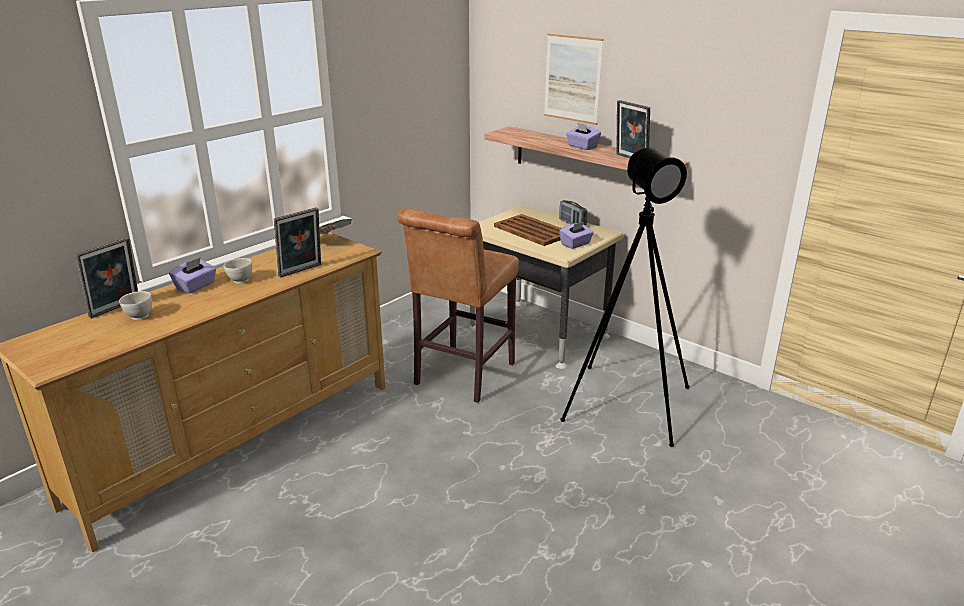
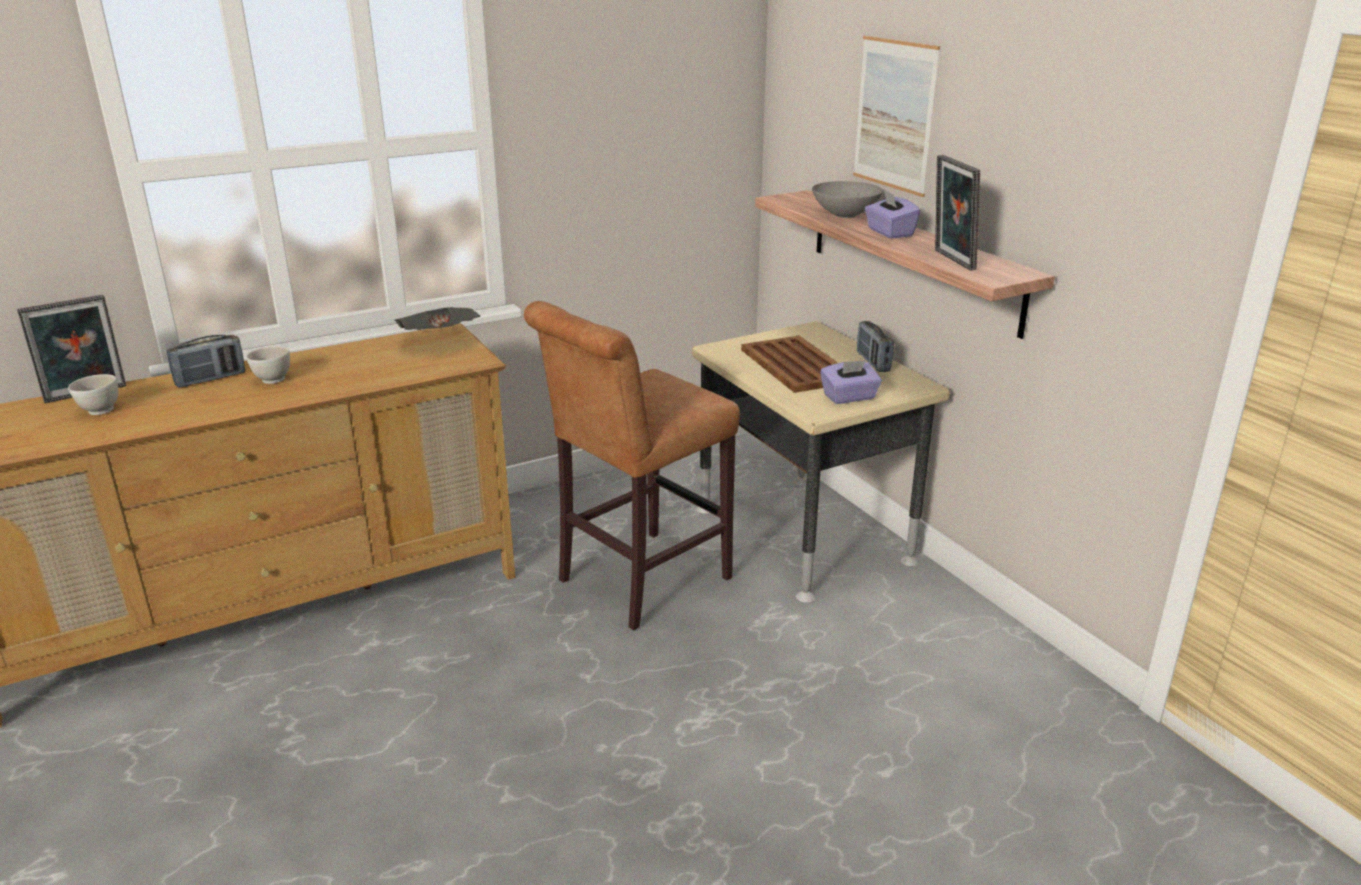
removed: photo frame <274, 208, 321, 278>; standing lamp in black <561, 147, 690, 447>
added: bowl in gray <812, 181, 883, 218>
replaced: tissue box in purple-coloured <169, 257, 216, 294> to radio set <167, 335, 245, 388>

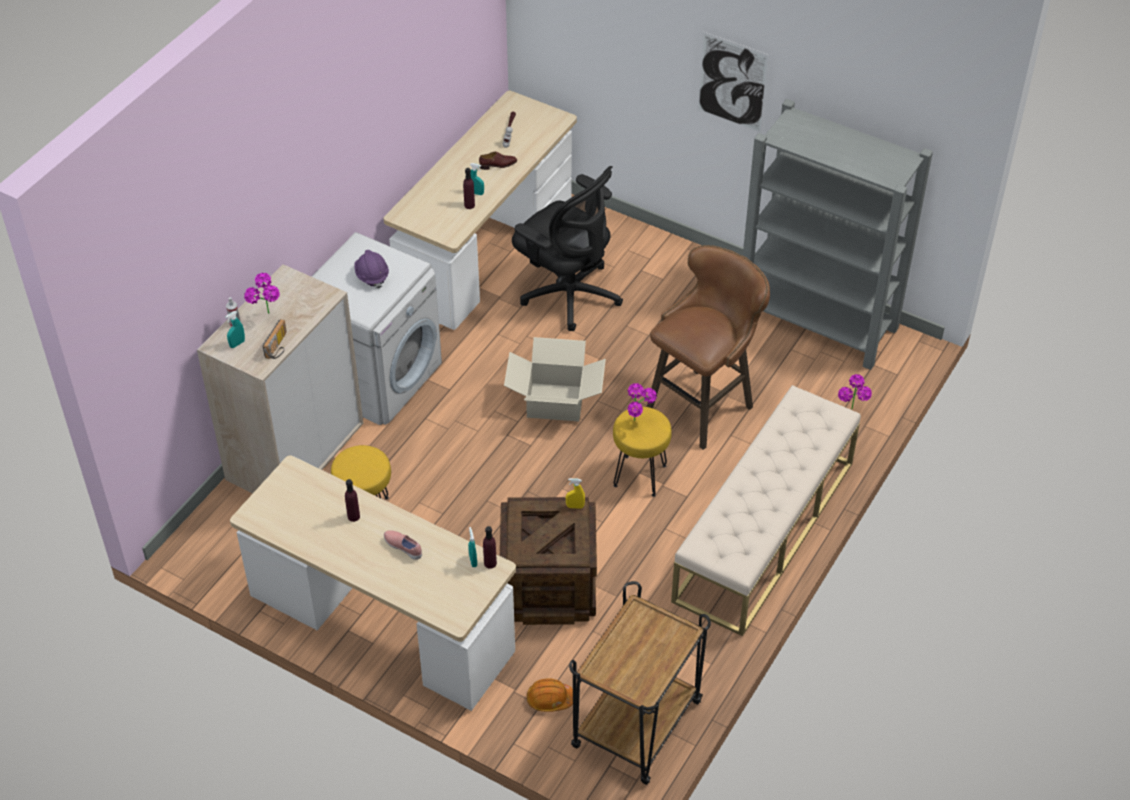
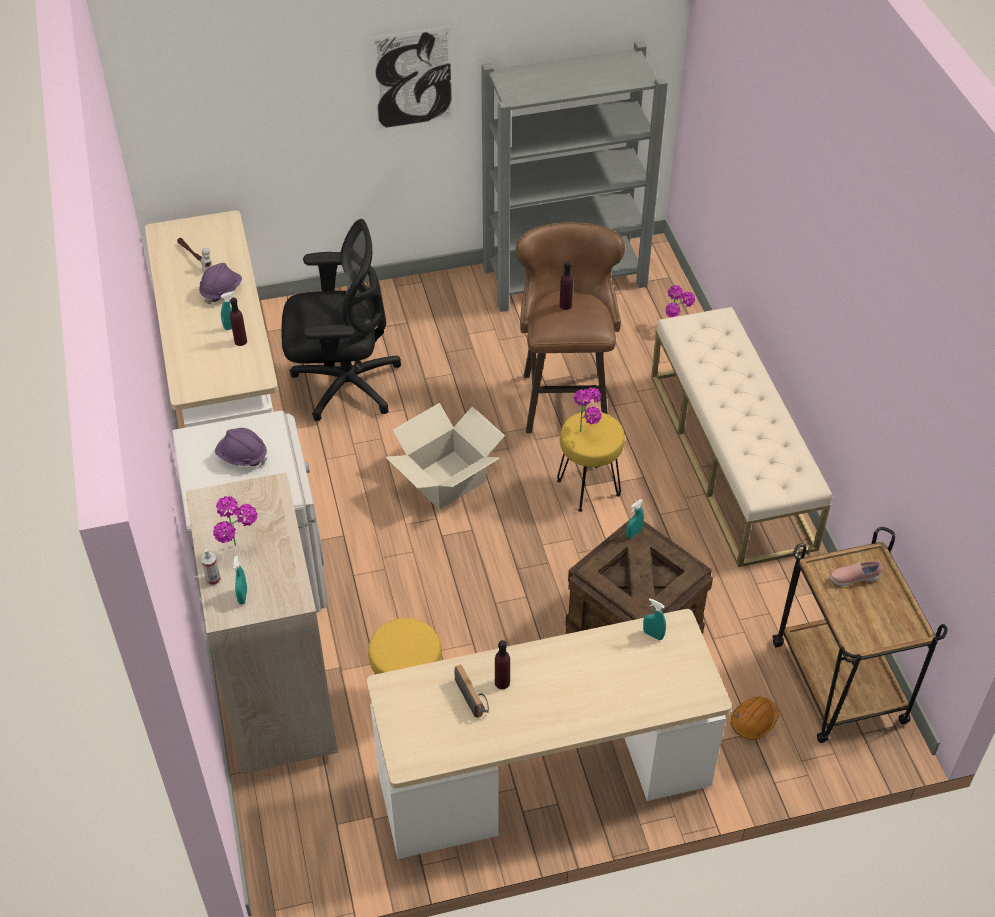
moved: radio set <262, 319, 287, 359> to <454, 665, 489, 718>; shoe in pinkish <384, 530, 422, 560> to <829, 561, 883, 586>; bottle in purple-coloured <483, 526, 497, 569> to <560, 261, 573, 310>
replaced: shoe in brown <479, 152, 517, 170> to safety helmet in purple-coloured <199, 263, 242, 304>
recoloured: spray bottle in yellow <566, 478, 585, 509> to spray bottle in turquoise <626, 499, 644, 539>

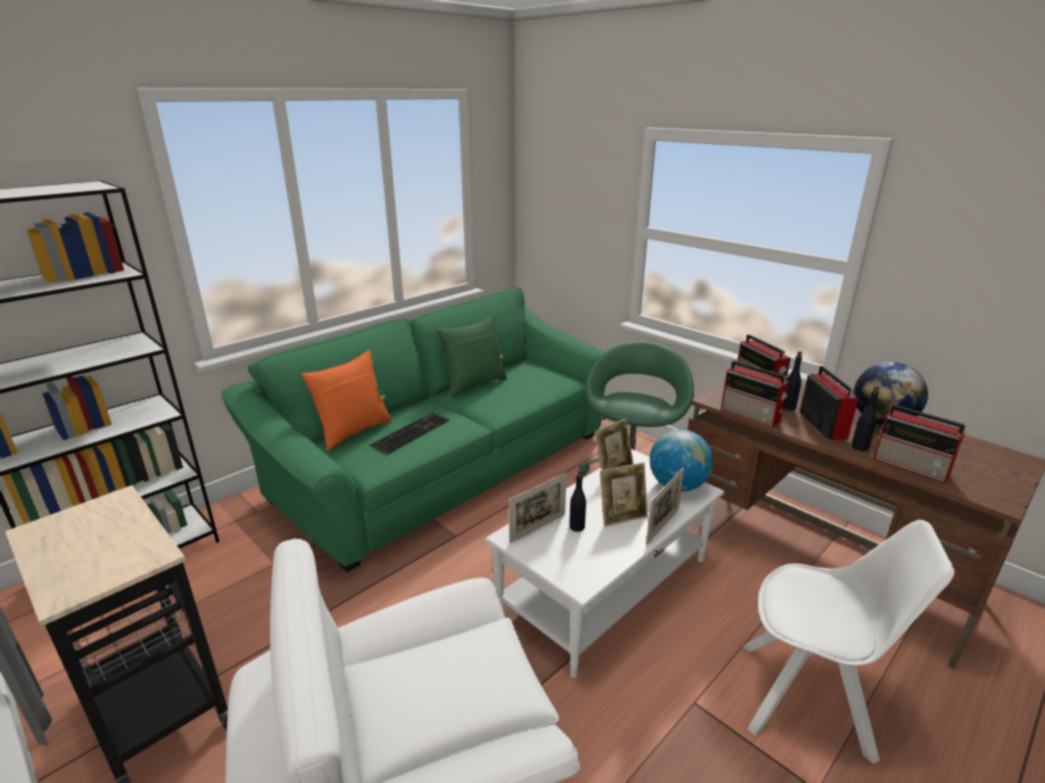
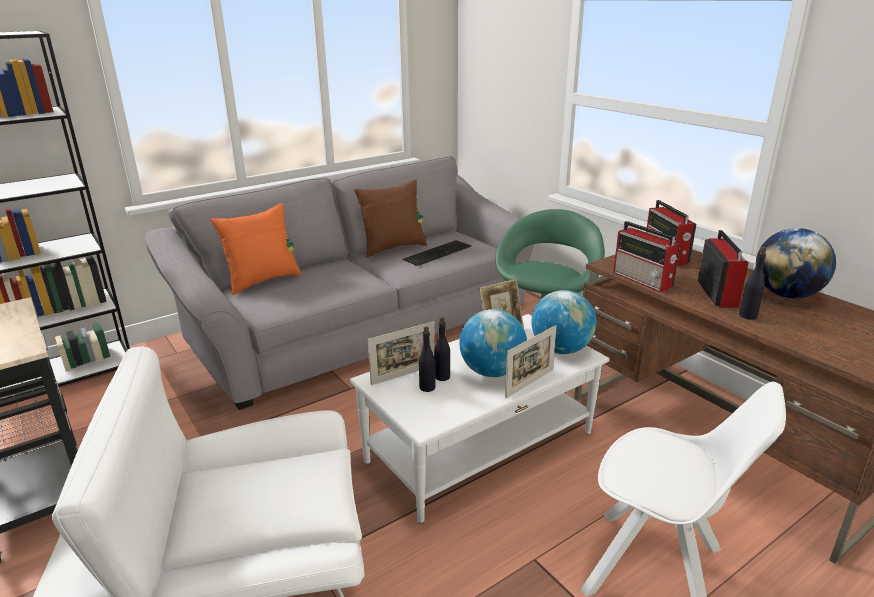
removed: radio set <873, 404, 967, 483>
moved: PC keyboard <370, 412, 449, 454> to <403, 240, 471, 266>; bottle in black <783, 351, 802, 411> to <419, 326, 436, 392>
replaced: photo frame <600, 462, 648, 527> to globe <459, 309, 527, 377>
recoloured: sofa in green-coloured <222, 288, 605, 572> to sofa in gray <145, 156, 534, 410>; pillow in green-coloured <437, 315, 507, 397> to pillow in brown <354, 179, 427, 257>

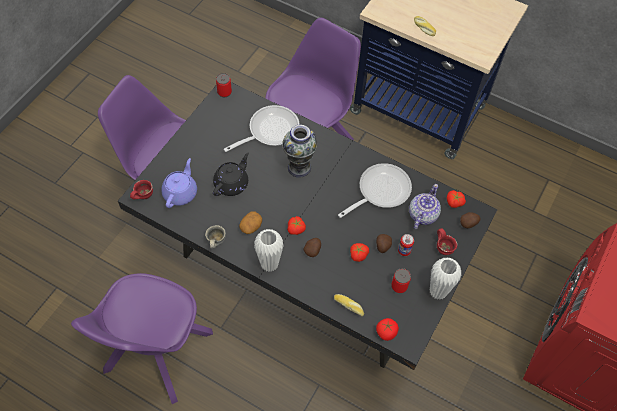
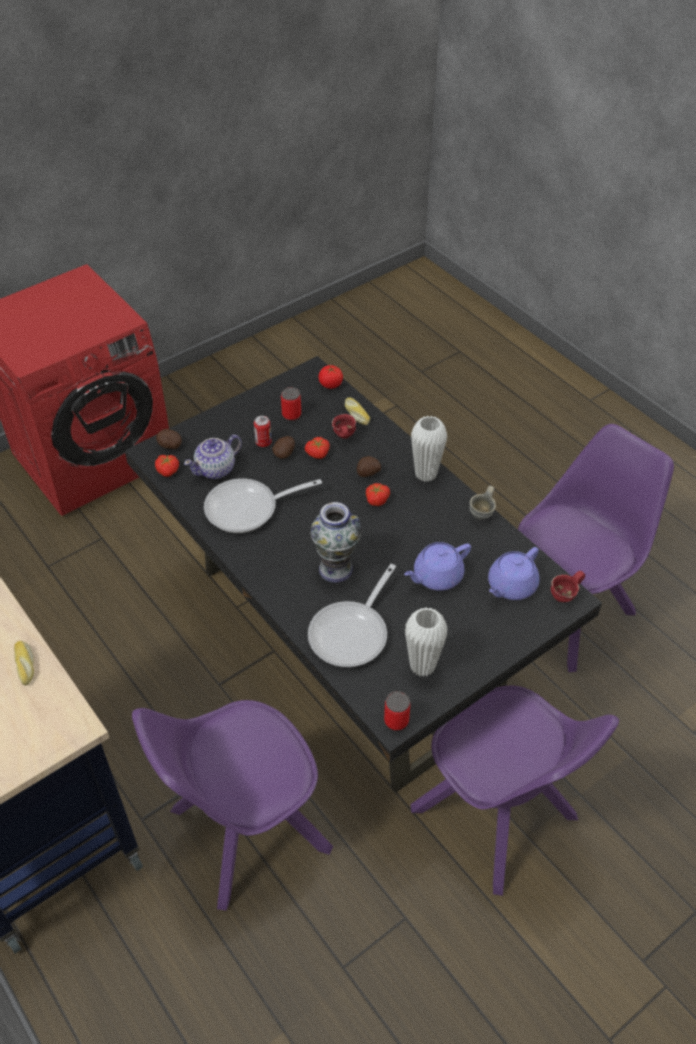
removed: whole potato <239, 211, 262, 234>
moved: flower vase in whitish <430, 258, 461, 300> to <405, 607, 448, 677>; coffee mug in red <437, 228, 457, 255> to <332, 414, 356, 439>
recoloured: tea pot in black <213, 153, 249, 196> to tea pot in purple-coloured <404, 542, 471, 591>
turned: frying pan <224, 105, 300, 152> = <308, 564, 396, 667> 45 degrees counterclockwise

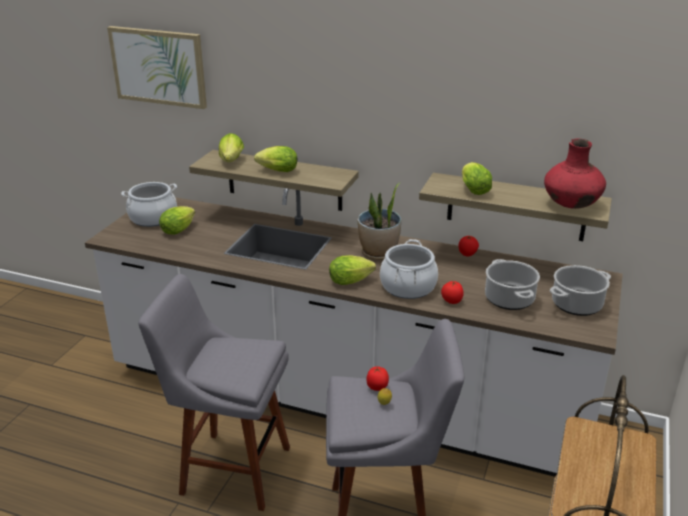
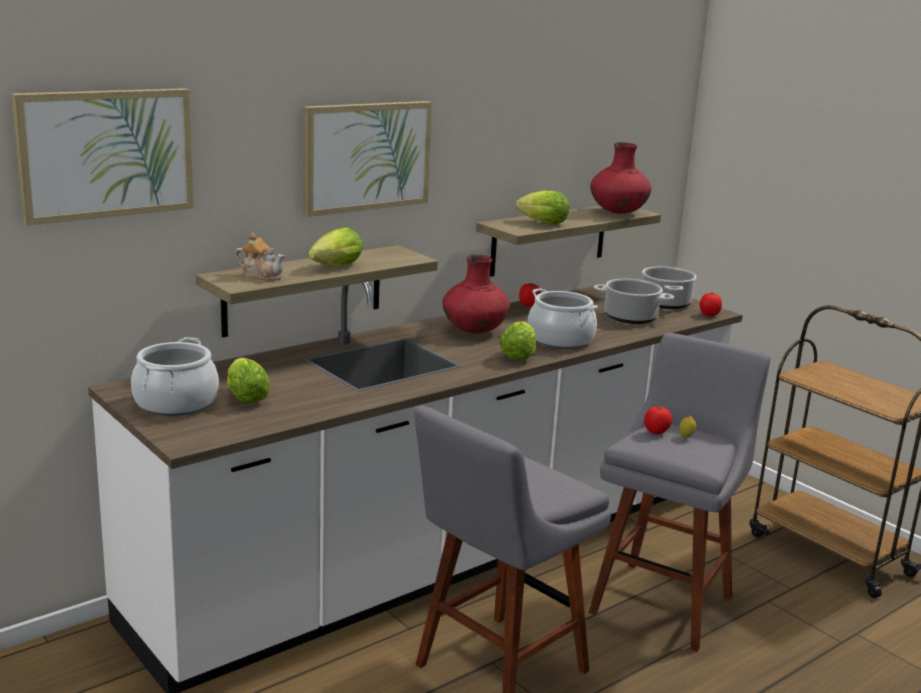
added: wall picture <303, 101, 432, 217>
moved: whole tomato <441, 281, 464, 304> to <700, 292, 722, 316>
replaced: lettuce head <219, 133, 244, 162> to tea pot <235, 233, 285, 281>; potted plant <357, 182, 401, 260> to flower vase in red <442, 254, 510, 333>

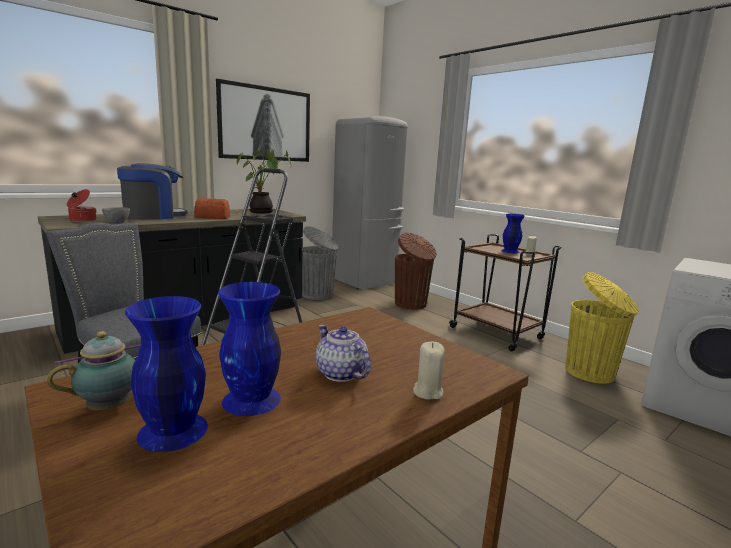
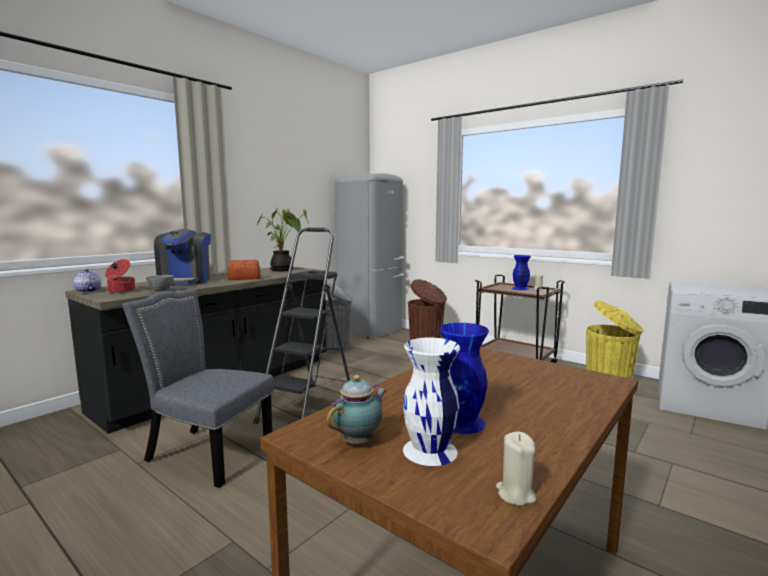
removed: wall picture <216, 79, 310, 162>
moved: tea pot <316, 325, 371, 382> to <73, 269, 101, 293>; wax light in beige <413, 342, 445, 400> to <496, 432, 536, 506>
recoloured: flower vase in bluish <125, 296, 208, 452> to flower vase in whitish <403, 338, 460, 466>
turned: coffee brewer <117, 163, 188, 219> = <154, 229, 211, 285> 135 degrees clockwise

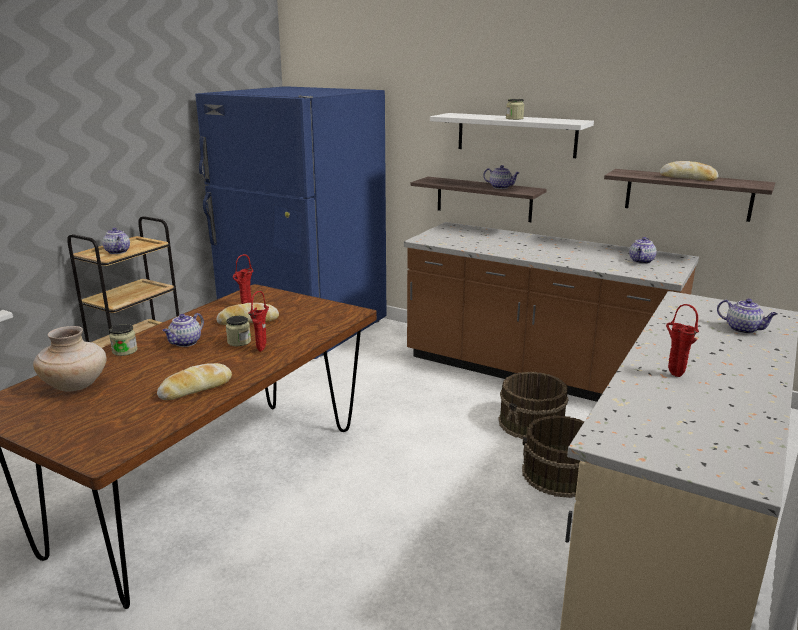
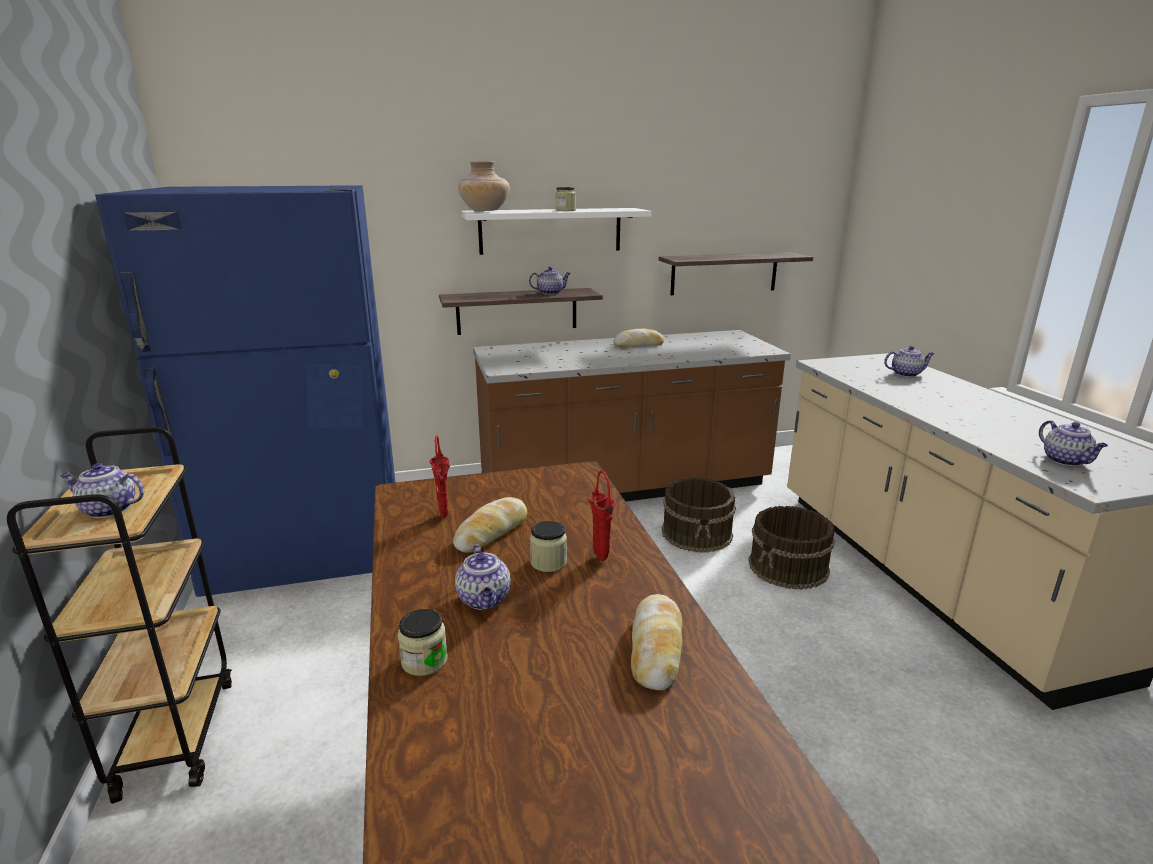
removed: flower vase in red <666, 304, 699, 377>
moved: flower vase in beige <33, 326, 106, 391> to <458, 161, 510, 211>; tea pot <629, 237, 657, 264> to <1039, 420, 1108, 466>; baked bread <660, 161, 719, 181> to <613, 328, 664, 347>

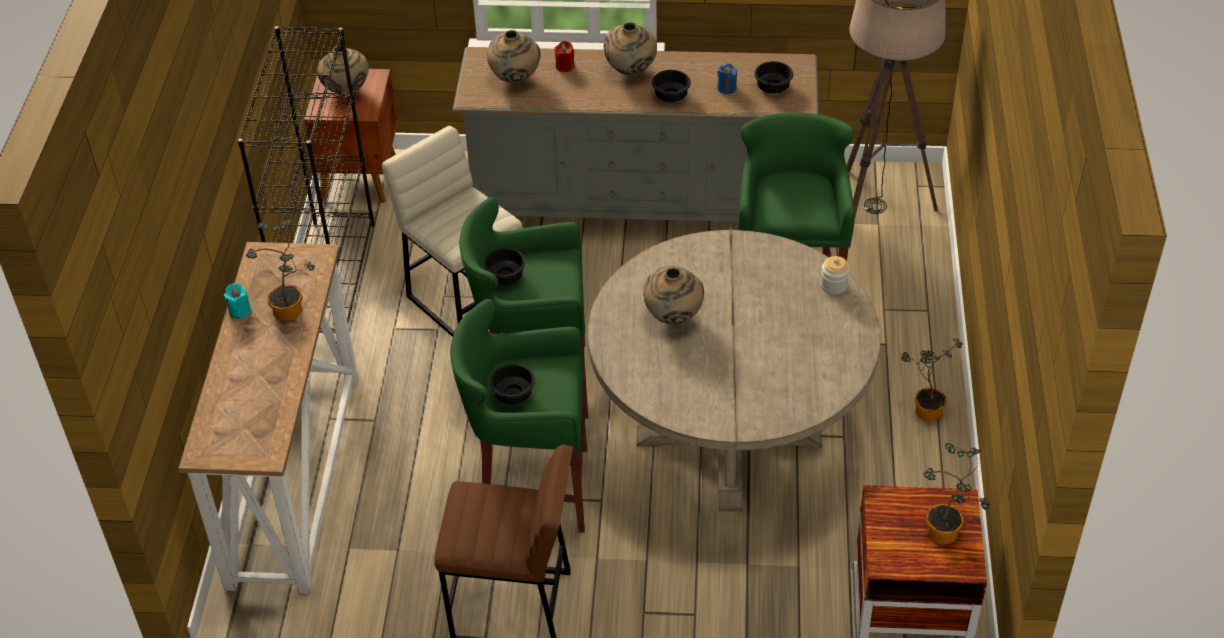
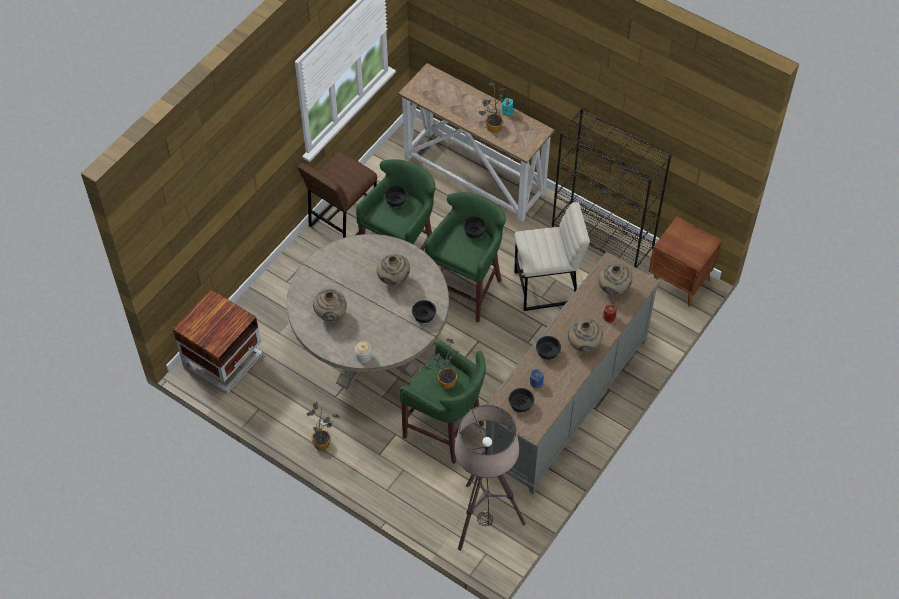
added: bowl in black <412, 300, 436, 323>
moved: flower vase in beige <317, 45, 369, 95> to <313, 289, 347, 321>; potted plant <924, 443, 990, 544> to <425, 339, 459, 389>

